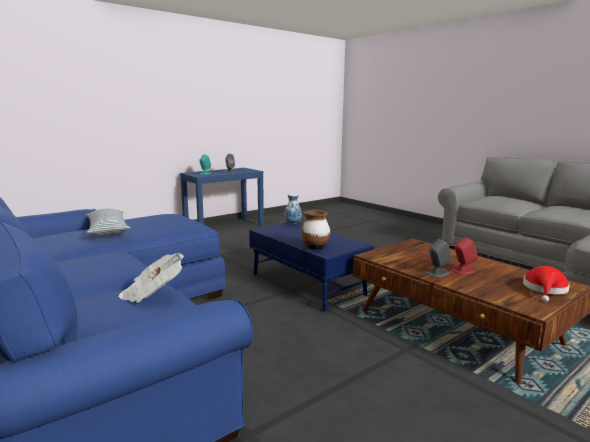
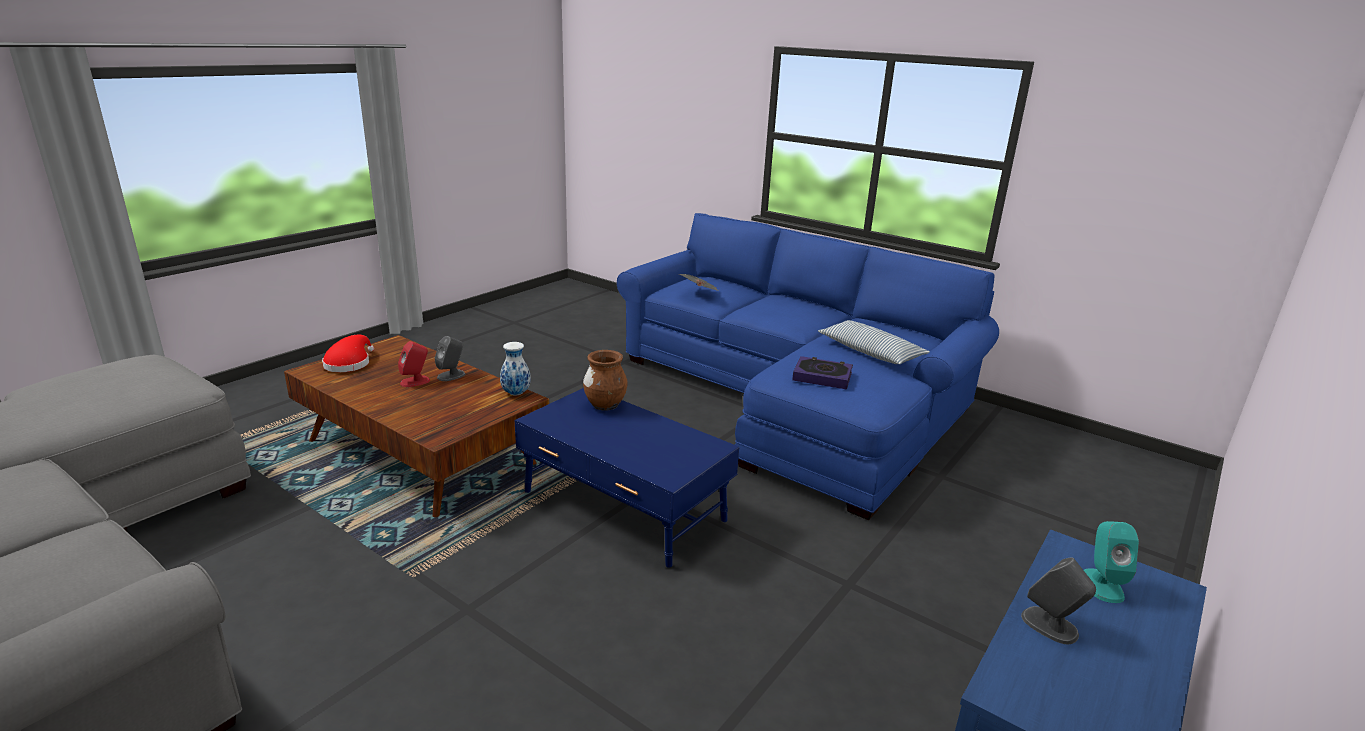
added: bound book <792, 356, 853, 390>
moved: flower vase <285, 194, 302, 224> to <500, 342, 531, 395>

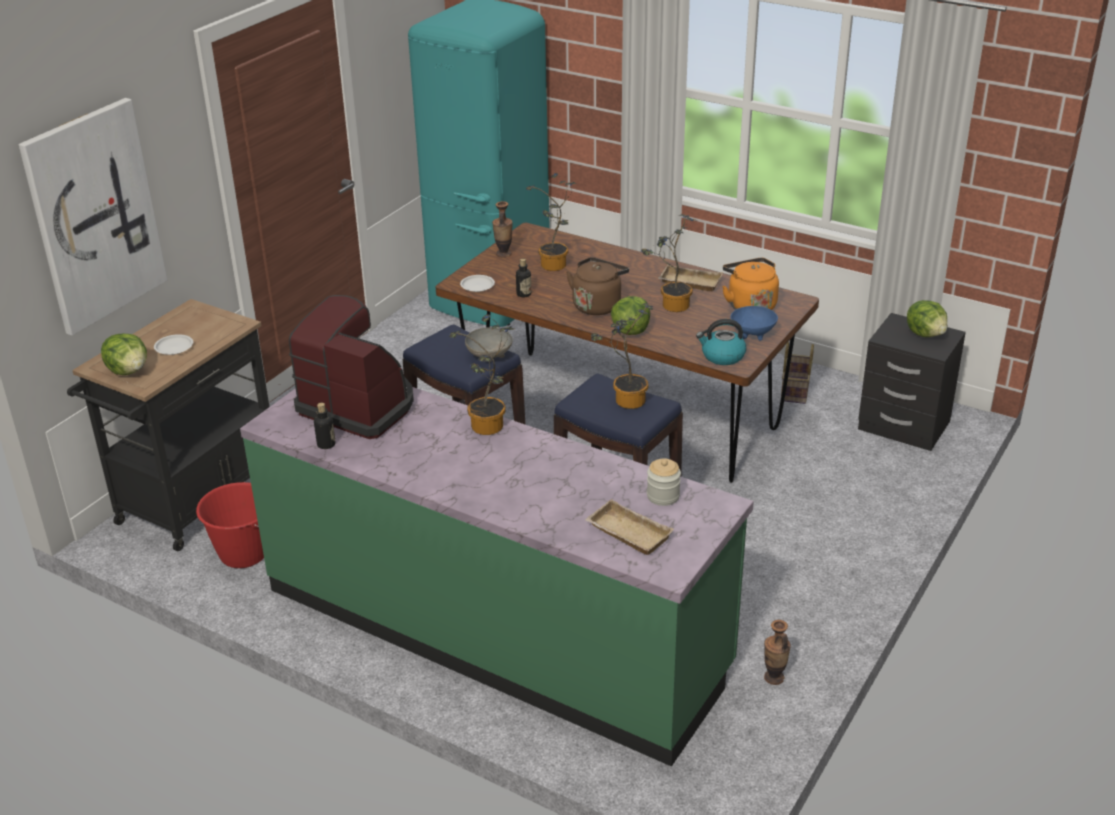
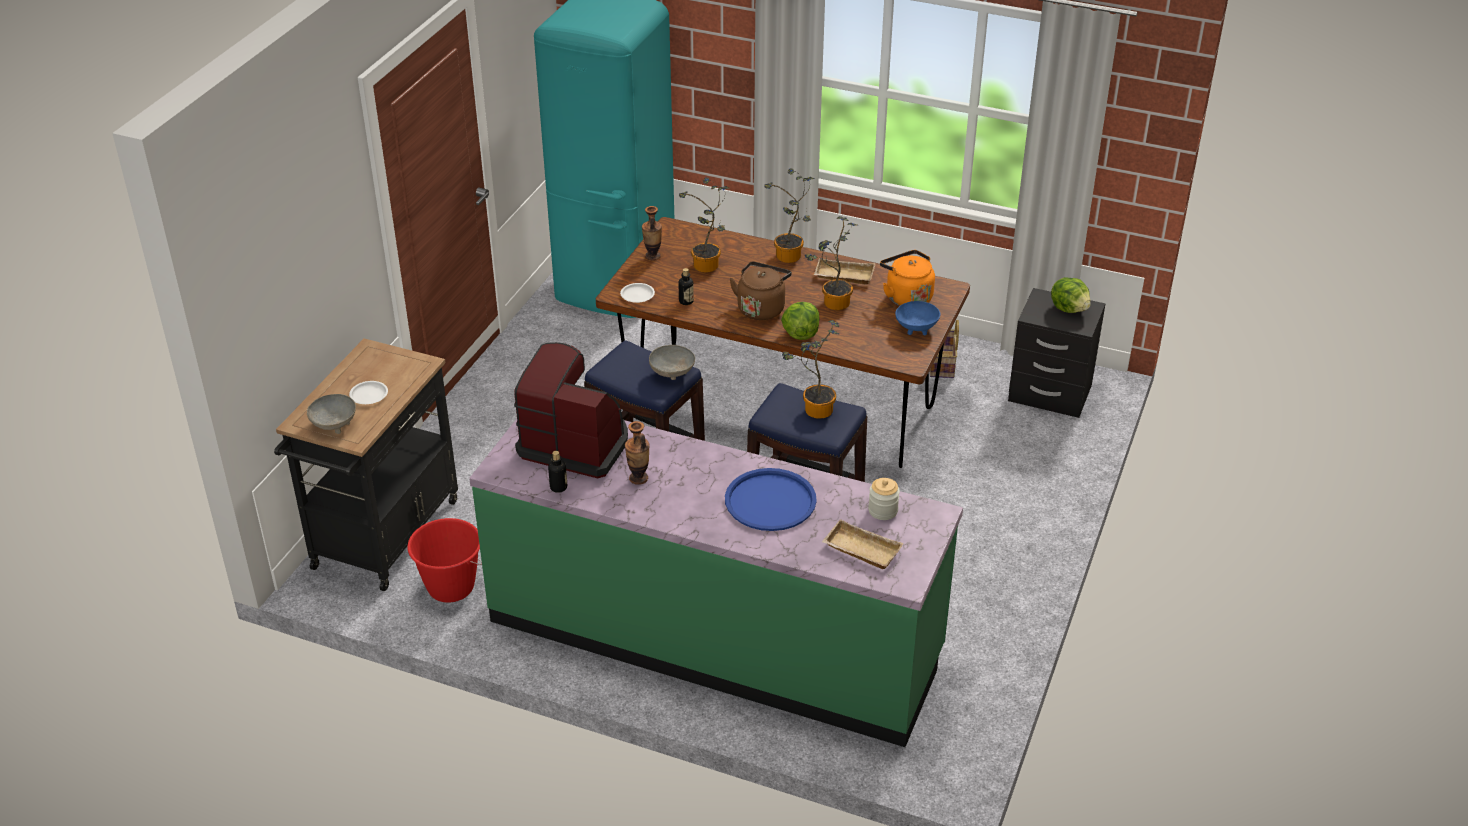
removed: wall picture <18, 98, 167, 335>; kettle <696, 319, 746, 365>
added: serving tray in bluish <725, 468, 817, 531>
moved: potted plant <449, 314, 515, 435> to <764, 169, 815, 263>; flower vase <764, 620, 791, 685> to <625, 421, 650, 485>
replaced: lettuce head <101, 334, 147, 375> to bowl in gray <307, 394, 356, 434>

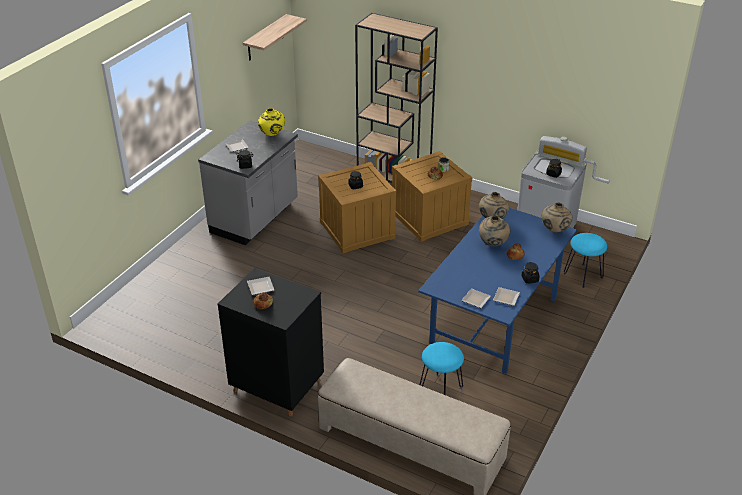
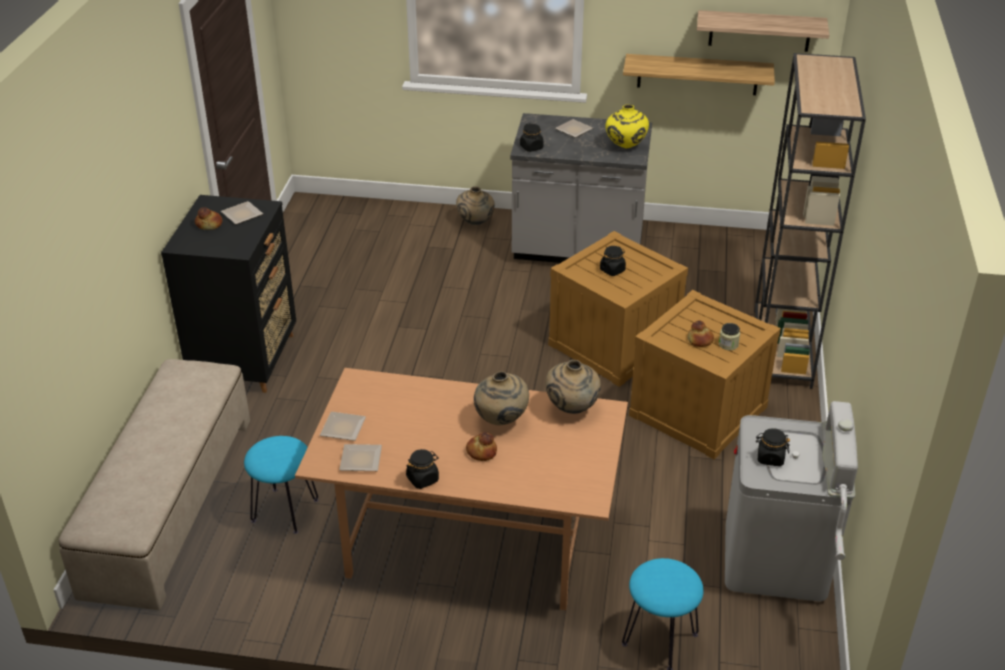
added: bracket shelf <623, 54, 775, 95>
moved: flower vase in beige <542, 202, 572, 233> to <456, 186, 494, 225>
recoloured: dinner table in bluish <418, 208, 577, 374> to dinner table in brown <295, 368, 628, 610>

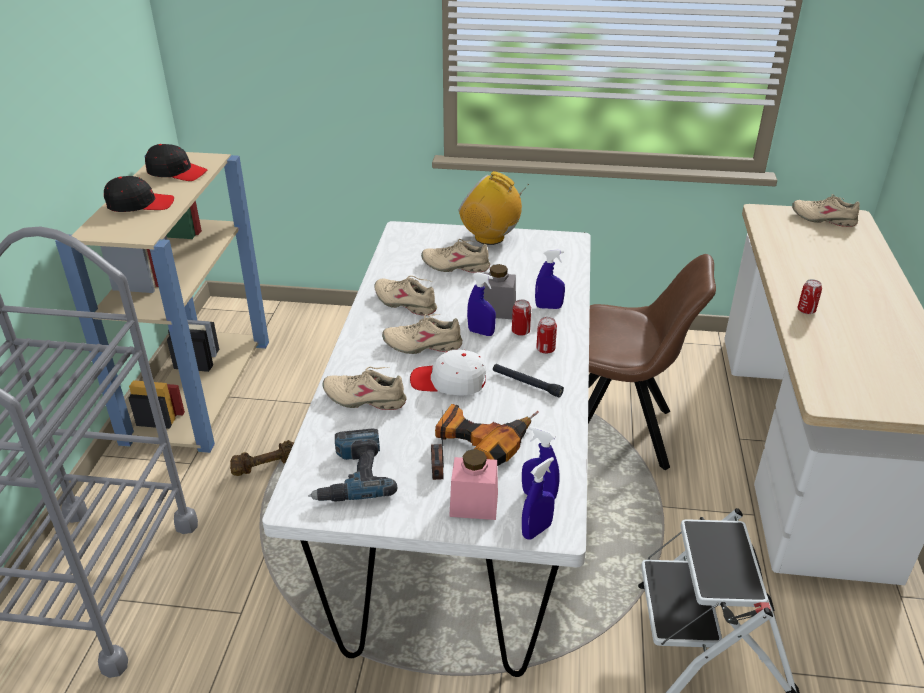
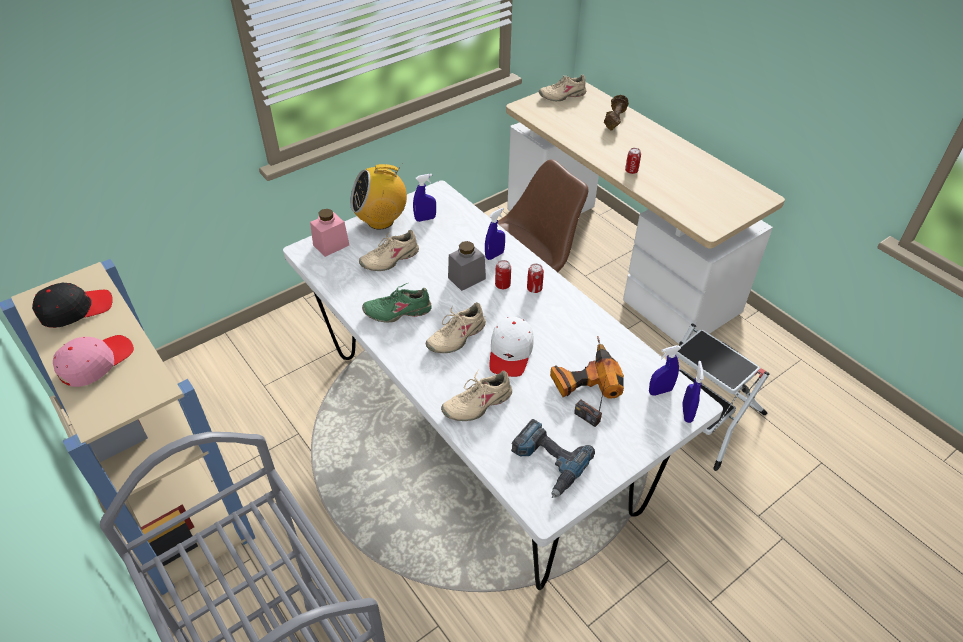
removed: flashlight in black <493, 364, 564, 397>
moved: dumbbell in brown <230, 440, 294, 476> to <604, 95, 629, 131>; jar in pinkish <449, 449, 498, 520> to <310, 209, 349, 257>; spray bottle in bluish <467, 272, 496, 336> to <413, 174, 436, 222>
recoloured: baseball cap in black <104, 176, 174, 212> to baseball cap in pinkish <53, 335, 134, 387>; shoe in beige <374, 276, 437, 316> to shoe in green-coloured <362, 283, 432, 323>
turned: baseball cap in whitish <410, 349, 486, 395> = <489, 317, 534, 377> 45 degrees counterclockwise

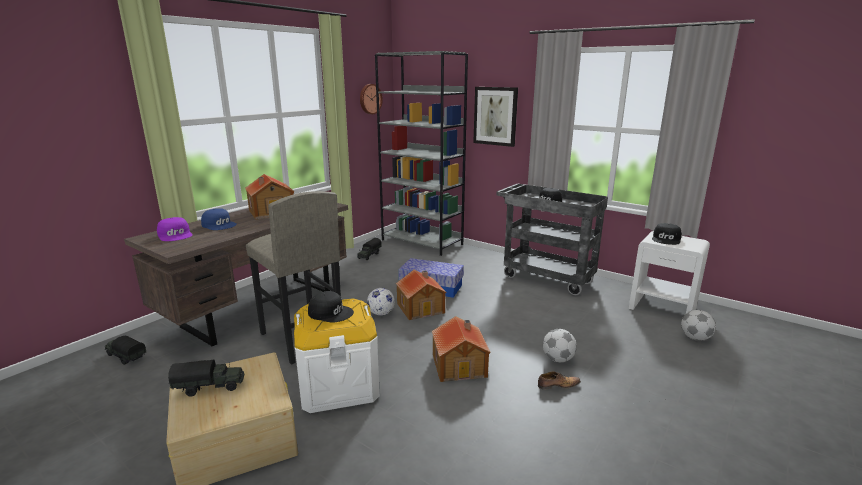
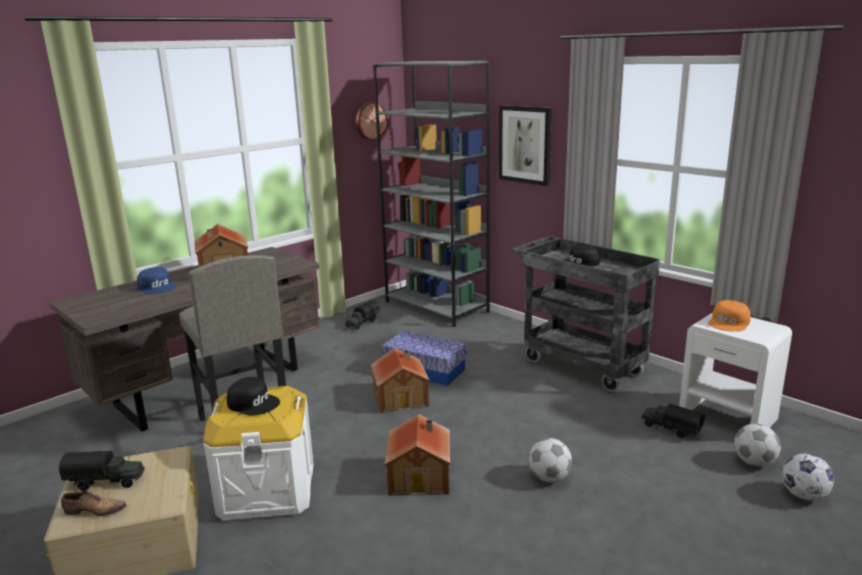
removed: baseball cap in purple-coloured <157, 217, 193, 241>
moved: model truck <105, 336, 146, 365> to <641, 404, 705, 438>; football <367, 288, 395, 316> to <782, 453, 834, 501>; shoe <538, 371, 581, 389> to <61, 490, 127, 516>
recoloured: baseball cap in black <652, 223, 682, 245> to baseball cap in orange-coloured <708, 300, 751, 332>

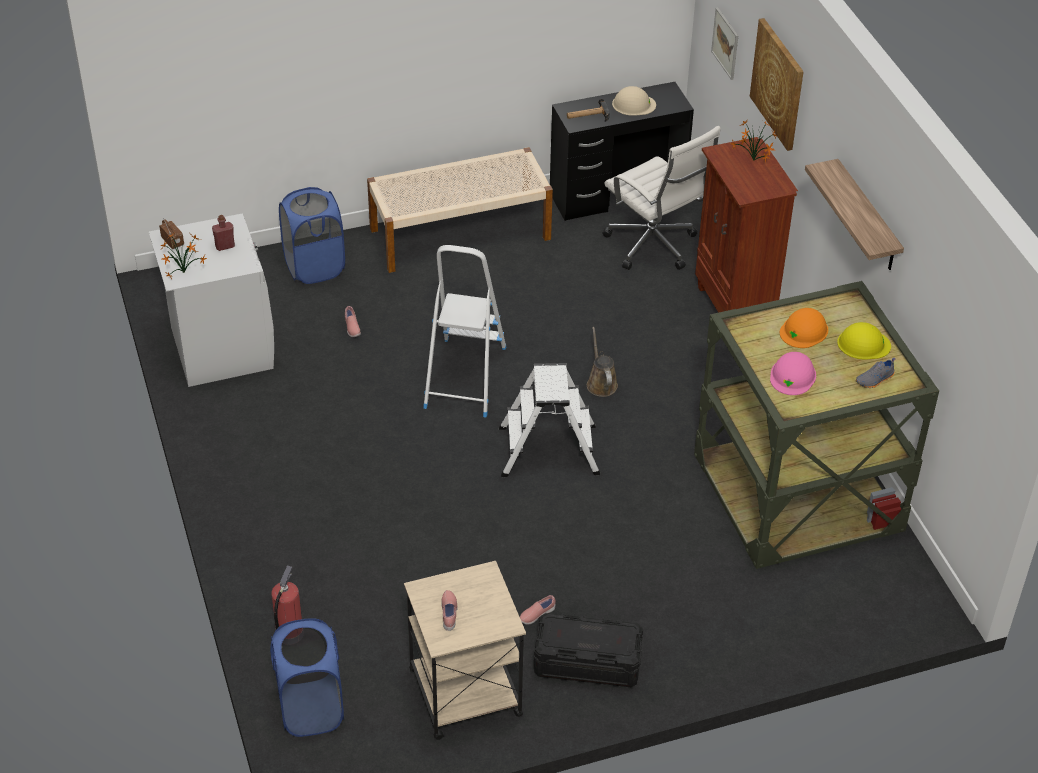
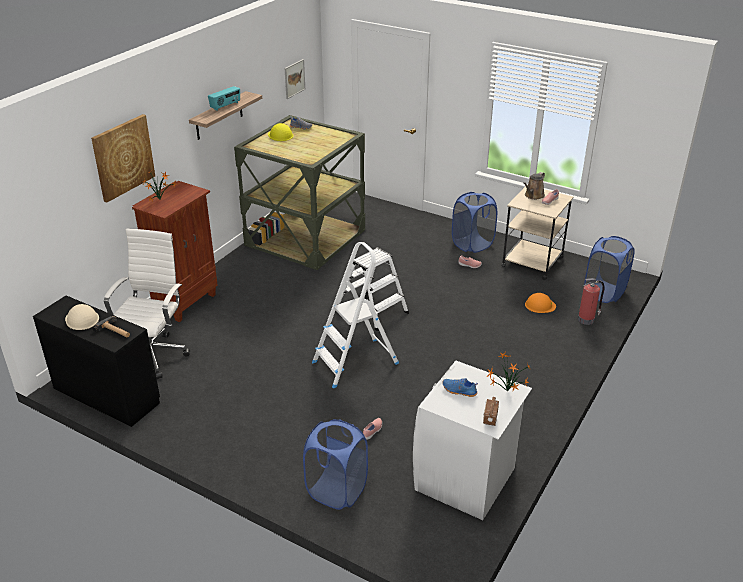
removed: indoor bench in beige <367, 147, 553, 273>; safety helmet in pinkish <770, 352, 816, 395>
added: radio set <208, 86, 240, 111>
moved: sprinkling can in brown <587, 327, 618, 397> to <523, 172, 545, 200>; wall picture <711, 8, 738, 80> to <284, 59, 305, 99>; safety helmet in orange-coloured <780, 308, 828, 348> to <525, 293, 556, 313>
replaced: bottle in red <212, 215, 235, 251> to shoe in bluish <443, 378, 478, 397>; storage bin in black <534, 613, 643, 688> to hamper in bluish <452, 192, 497, 253>

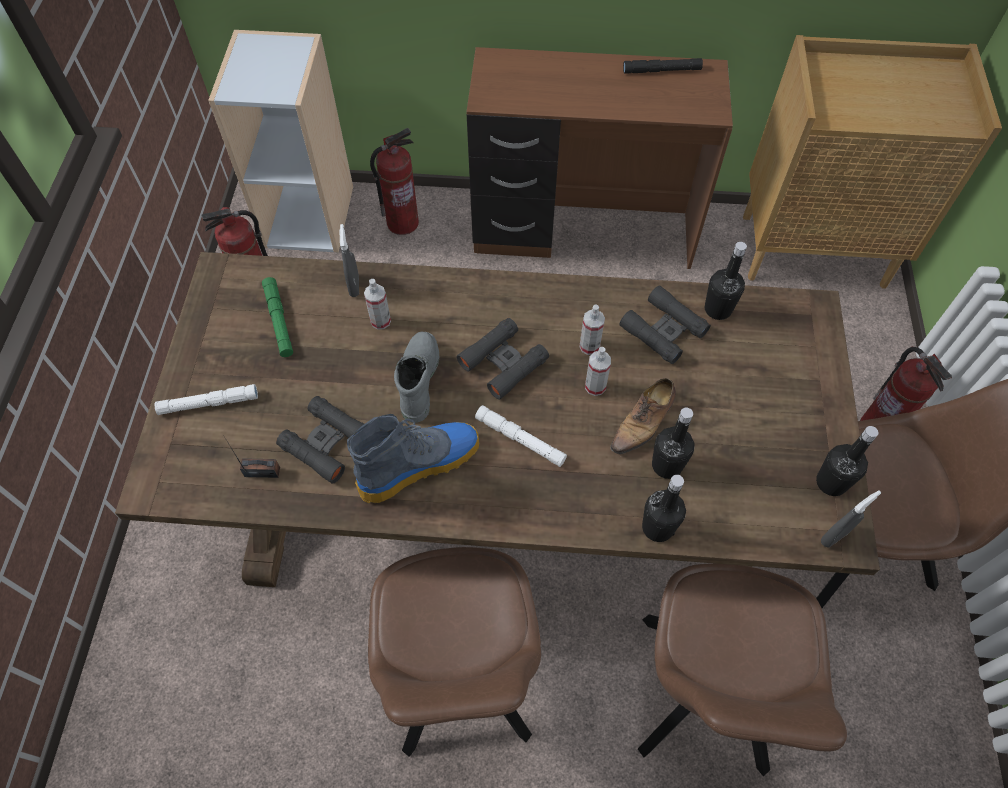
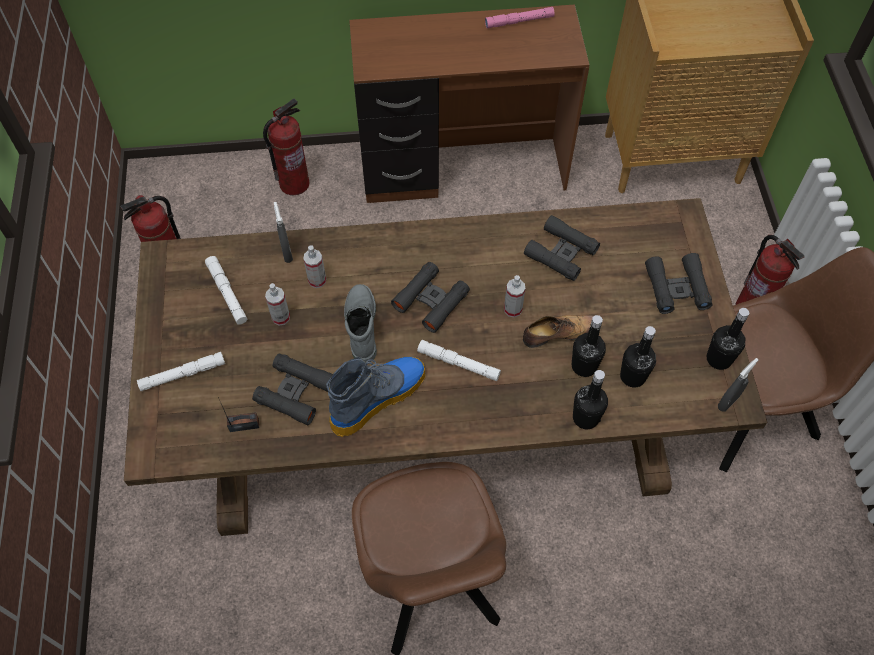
removed: shelving unit <208, 30, 353, 253>; upright chair in brown <638, 563, 847, 776>
added: field glasses in black <645, 253, 712, 314>
moved: spray bottle <579, 304, 605, 355> to <265, 283, 290, 326>; bottle in black <705, 242, 747, 320> to <620, 326, 656, 387>
recoloured: flashlight in green-coloured <262, 277, 293, 357> to flashlight in whitish <205, 256, 247, 325>; flashlight in black <623, 58, 703, 74> to flashlight in pinkish <485, 7, 554, 29>
turned: shoe <610, 378, 676, 455> = <523, 315, 594, 348> 135 degrees counterclockwise

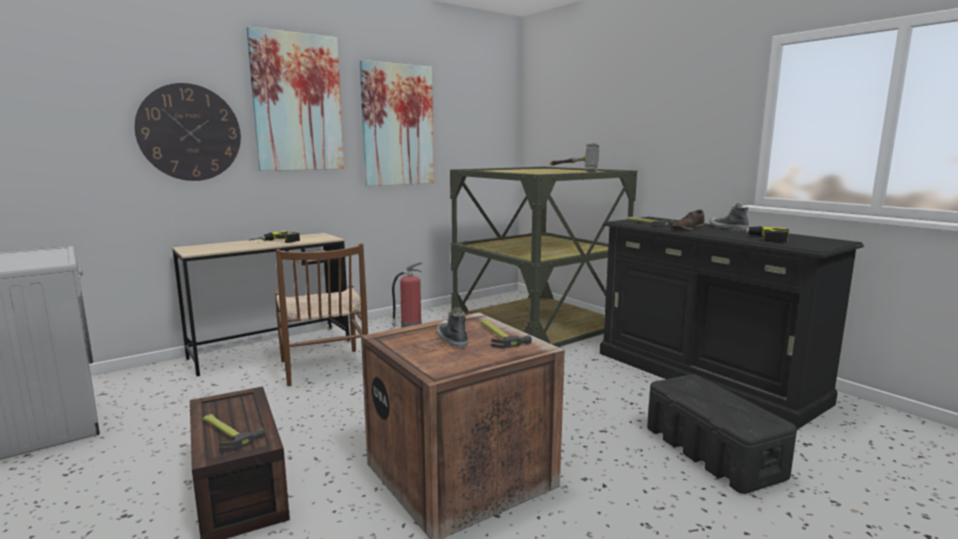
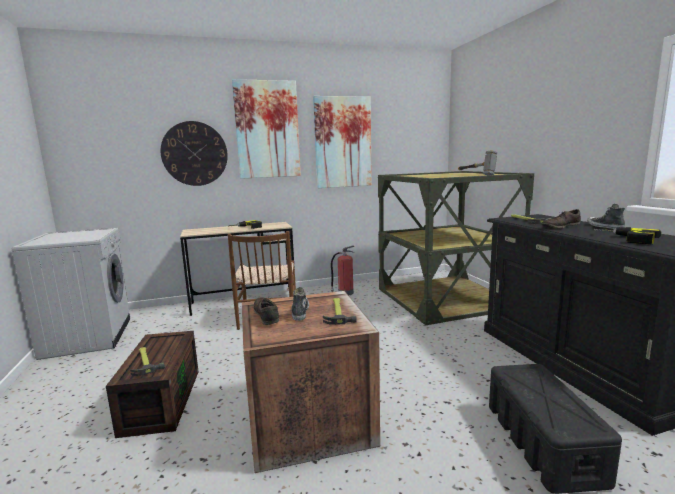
added: shoe in brown <253, 297, 279, 325>

